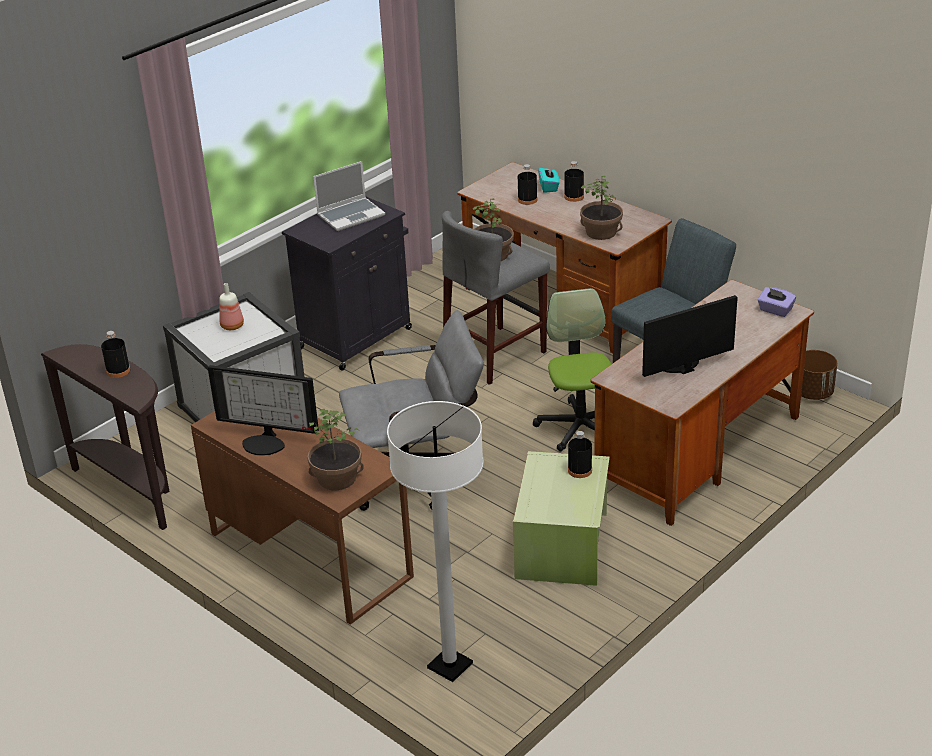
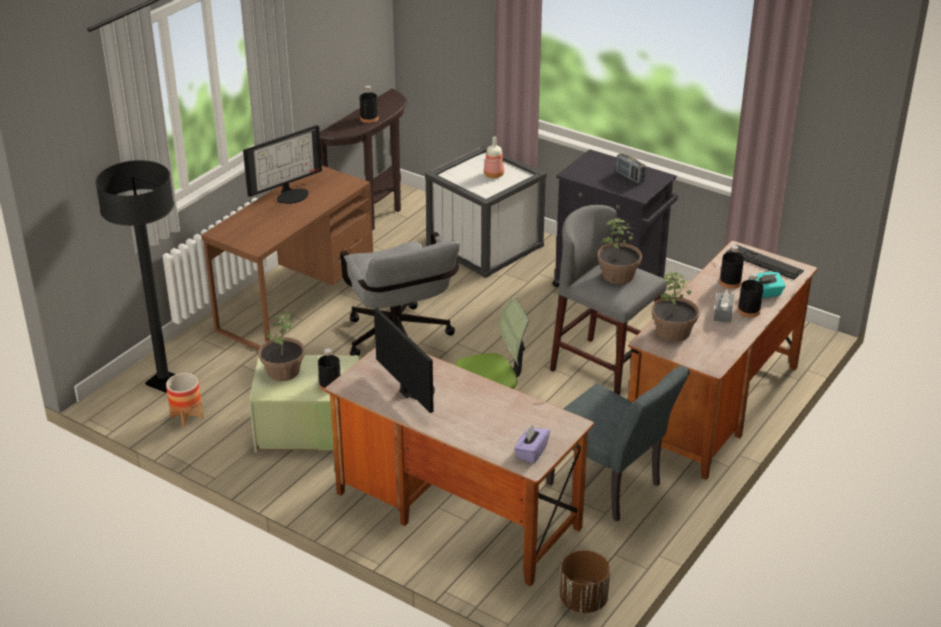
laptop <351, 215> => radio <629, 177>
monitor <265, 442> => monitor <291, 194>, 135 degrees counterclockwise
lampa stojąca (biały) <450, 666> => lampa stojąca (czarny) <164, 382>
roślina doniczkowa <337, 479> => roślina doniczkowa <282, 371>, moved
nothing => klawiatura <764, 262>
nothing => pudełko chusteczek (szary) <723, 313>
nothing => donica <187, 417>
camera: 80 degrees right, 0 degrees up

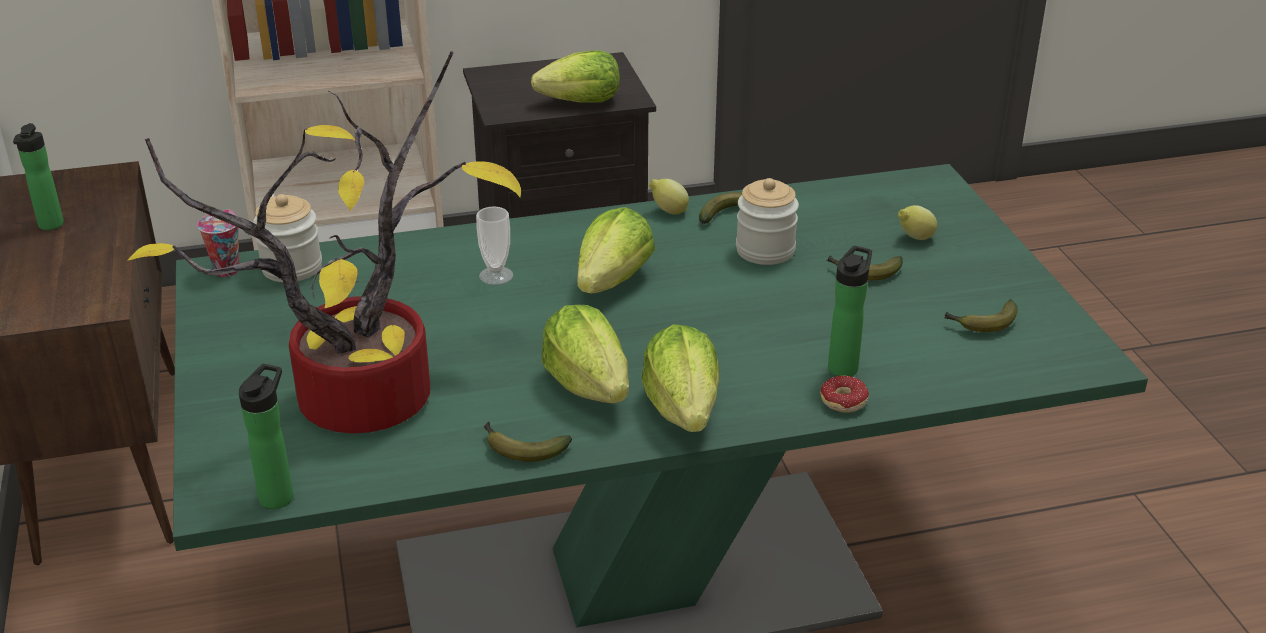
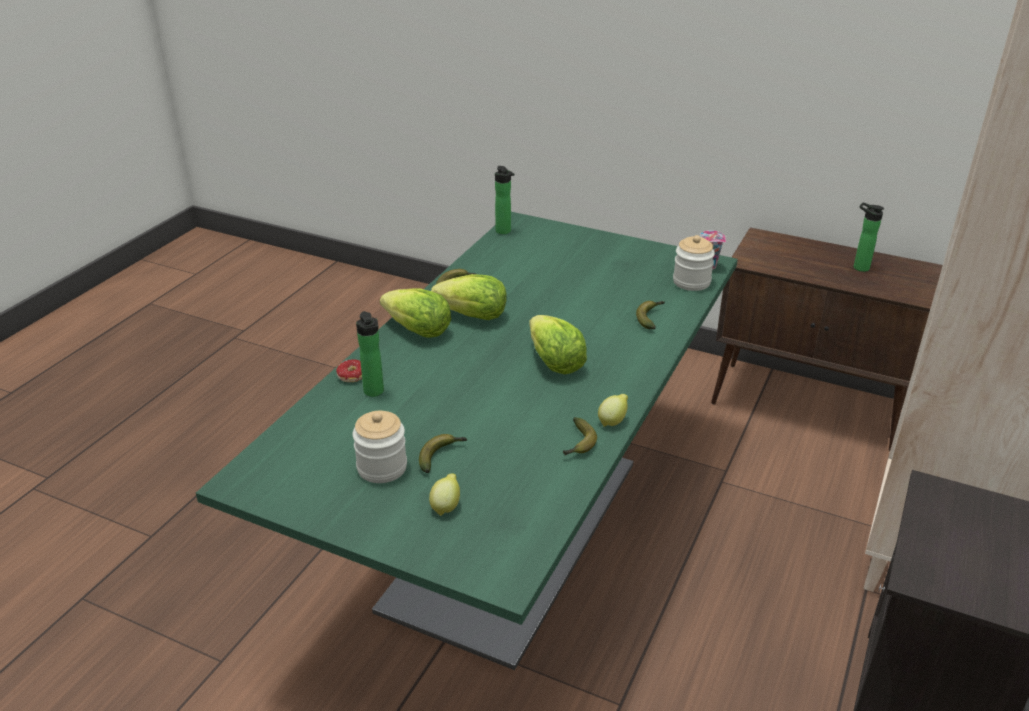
roślina doniczkowa <368, 391> => nothing
sałata <581, 102> => nothing
słoik <765, 250> => słoik <382, 467>, moved
filiżanka <496, 275> => nothing
banan <982, 324> => banan <650, 317>, moved
camera: 130 degrees right, 0 degrees up

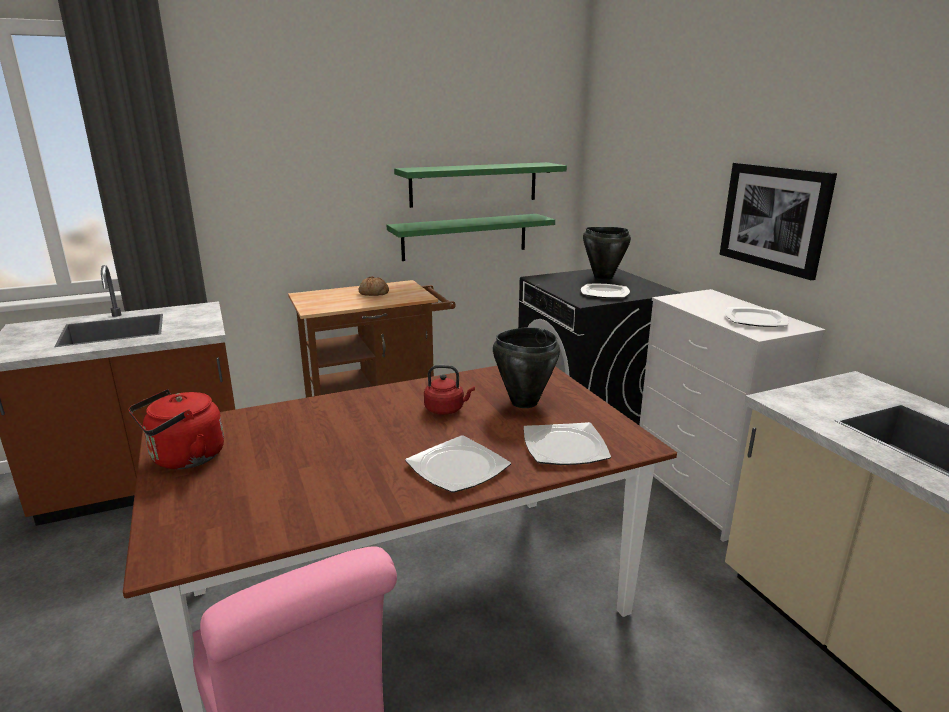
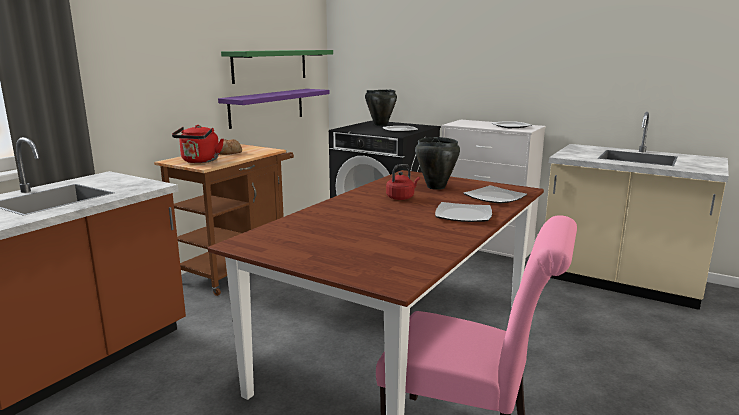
obraz <774, 218> => nothing
półka (zielony) <465, 237> => półka (fioletowy) <267, 107>
czajnik (czerwony) <184, 459> => czajnik (czerwony) <200, 161>, moved
camera: 35 degrees left, 5 degrees down

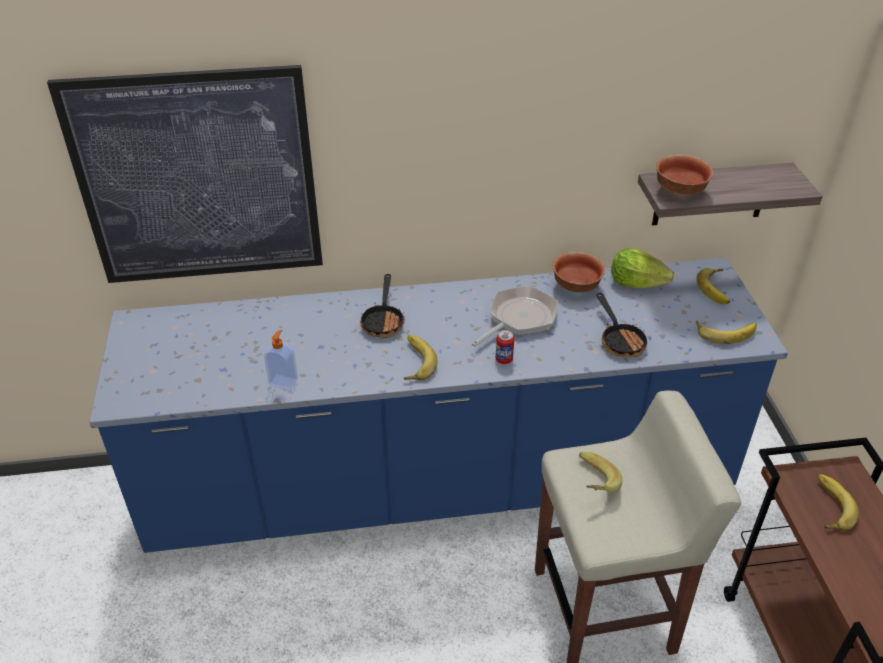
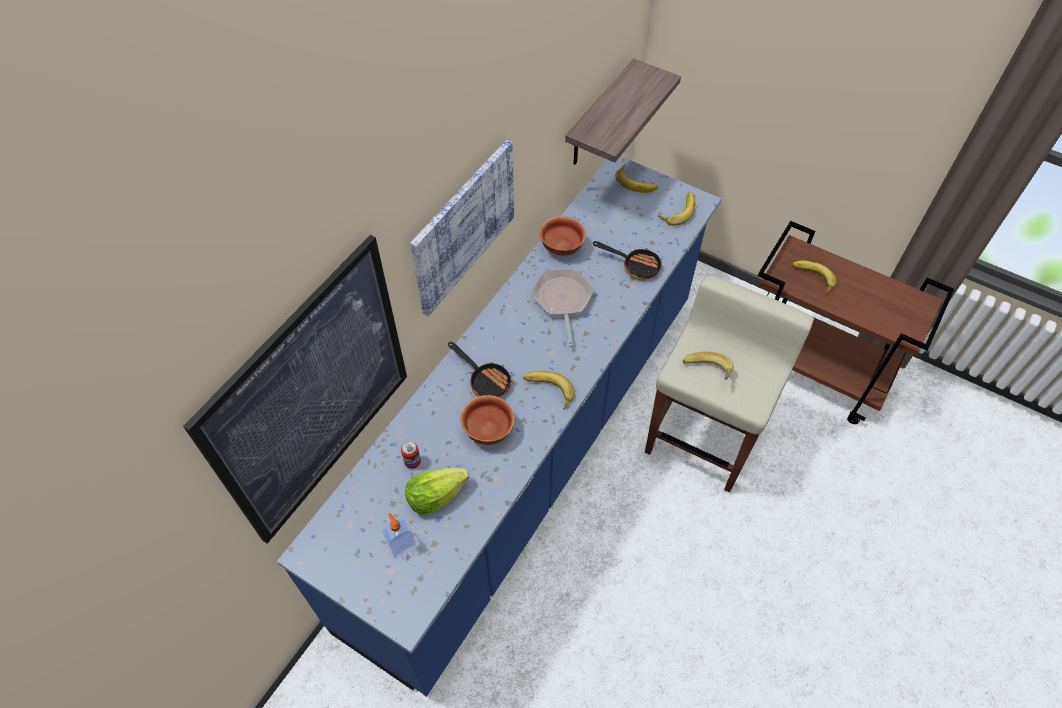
miska <680, 191> => miska <489, 429>, moved
sałata <636, 283> => sałata <435, 496>, moved
dozownik mydła <284, 381> => dozownik mydła <401, 544>, moved
puszka <504, 359> => puszka <412, 462>, moved
nothing => obraz <463, 227>
camera: 50 degrees left, 15 degrees up

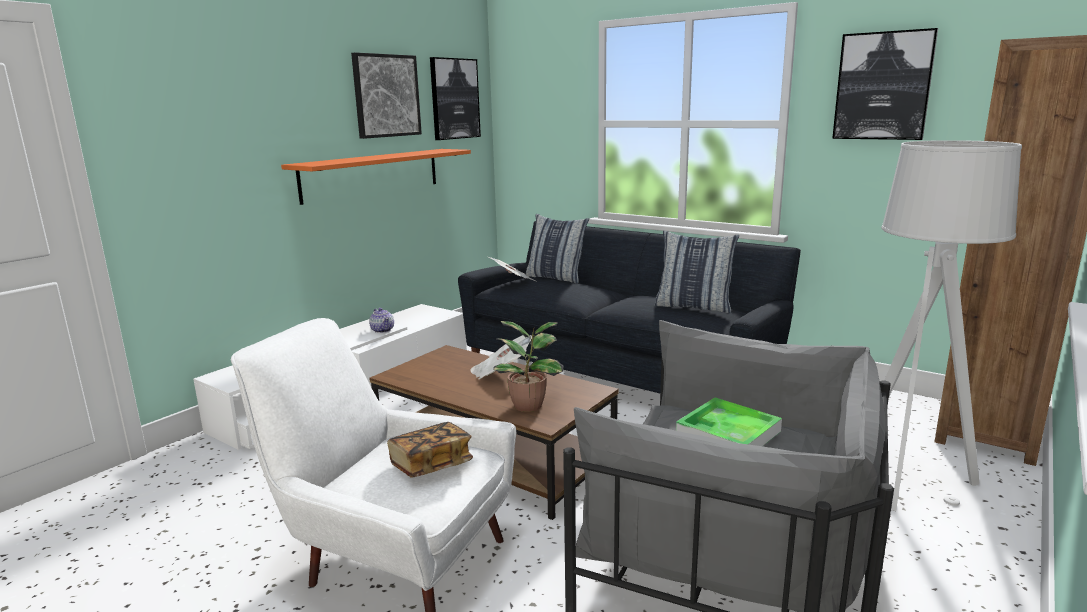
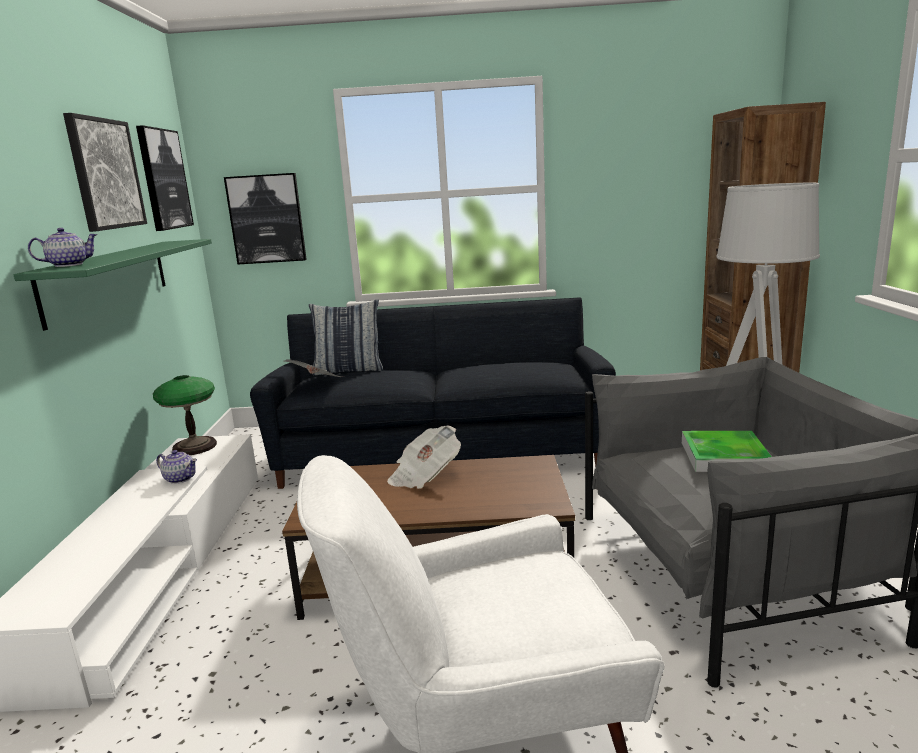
obraz <883, 86> => obraz <266, 219>, moved
półka (pomarańczowy) <372, 174> => półka (zielony) <108, 279>
poduszka <694, 306> => nothing
roślina doniczkowa <530, 405> => nothing
książka <431, 465> => nothing
nothing => imbryk <68, 265>
nothing => lampa stołowa <194, 447>
camera: 35 degrees left, 0 degrees up

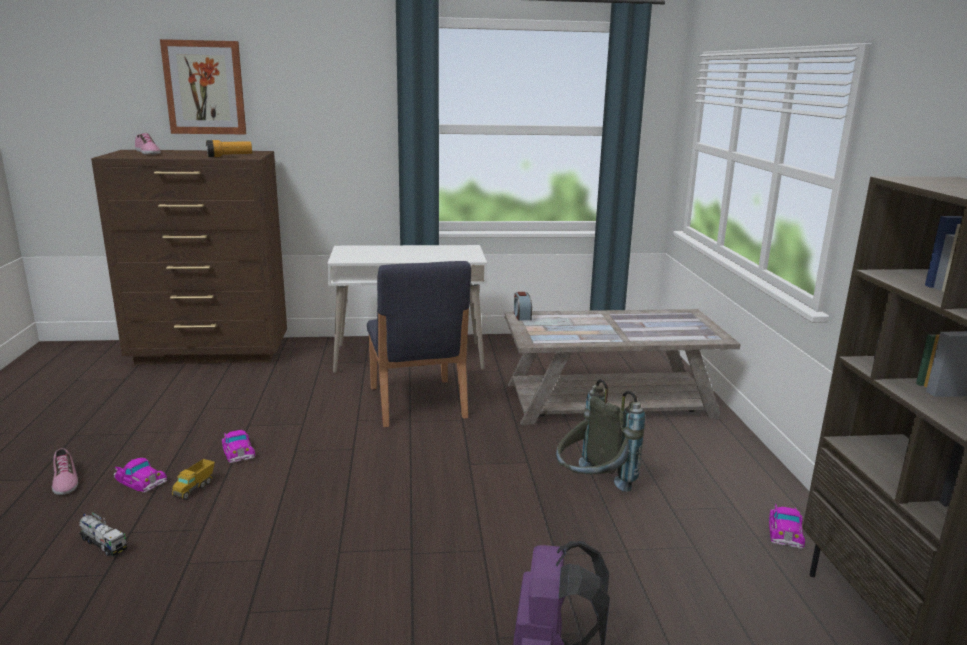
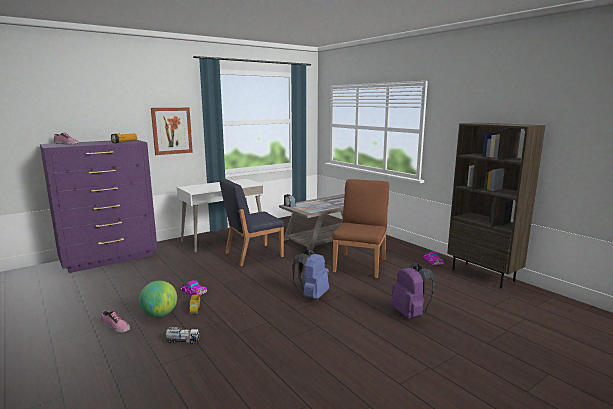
obraz <205, 87> => obraz <172, 130>, moved
komoda (brązowy) <211, 352> => komoda (fioletowy) <110, 258>
krzesło (niebieski) <416, 403> => krzesło (niebieski) <253, 255>, 105 degrees clockwise
plecak (szary) <592, 488> => krzesło (brązowy) <360, 265>
samochodzik <140, 480> => globus <160, 314>
nothing => plecak (niebieski) <312, 296>
camera: 30 degrees left, 5 degrees down

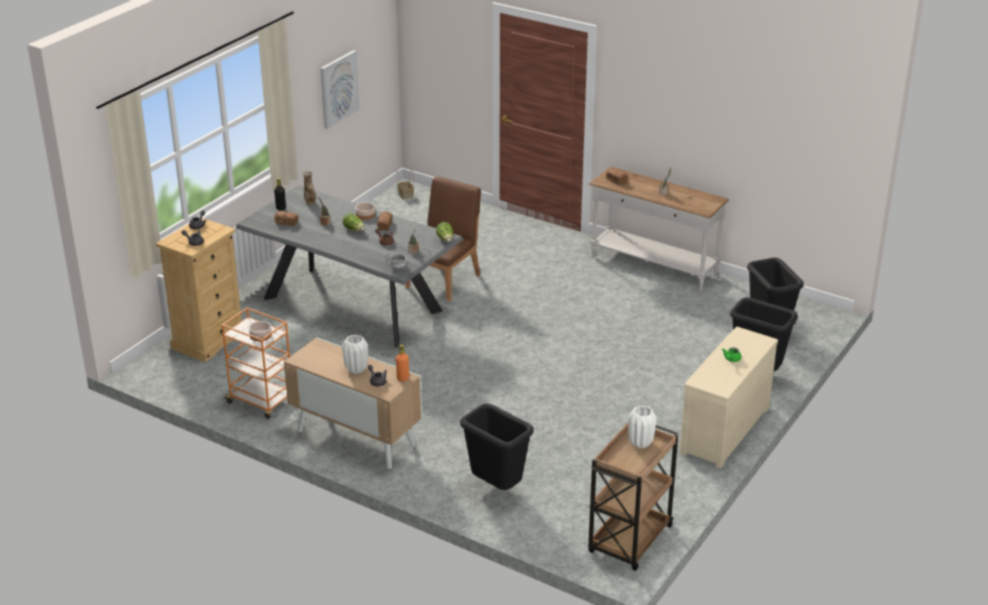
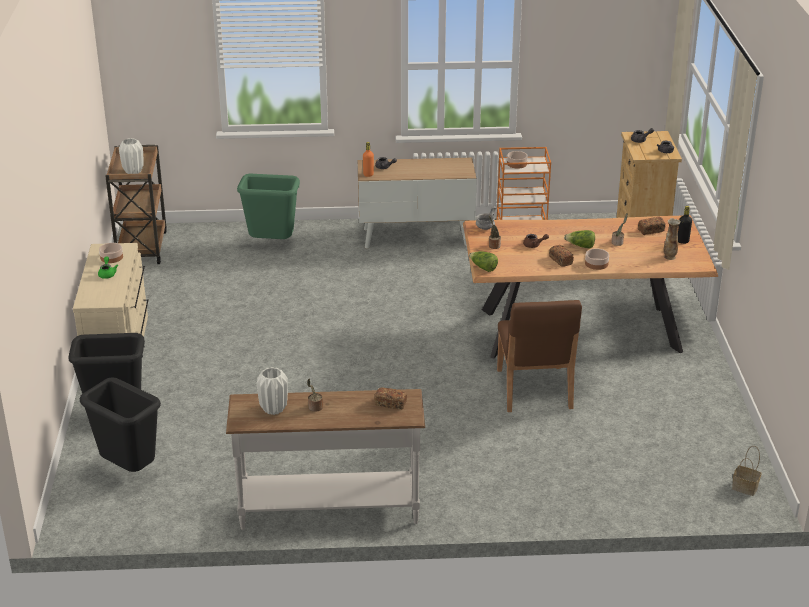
obraz <338, 89> => nothing
stół jadalny (szary) <353, 304> => stół jadalny (brązowy) <580, 330>
wazon (biały) <356, 369> => wazon (biały) <274, 409>, moved
kosz na śmieci (czarny) <497, 487> => kosz na śmieci (zielony) <271, 244>
nothing => miska <111, 257>
camera: 145 degrees right, 0 degrees up

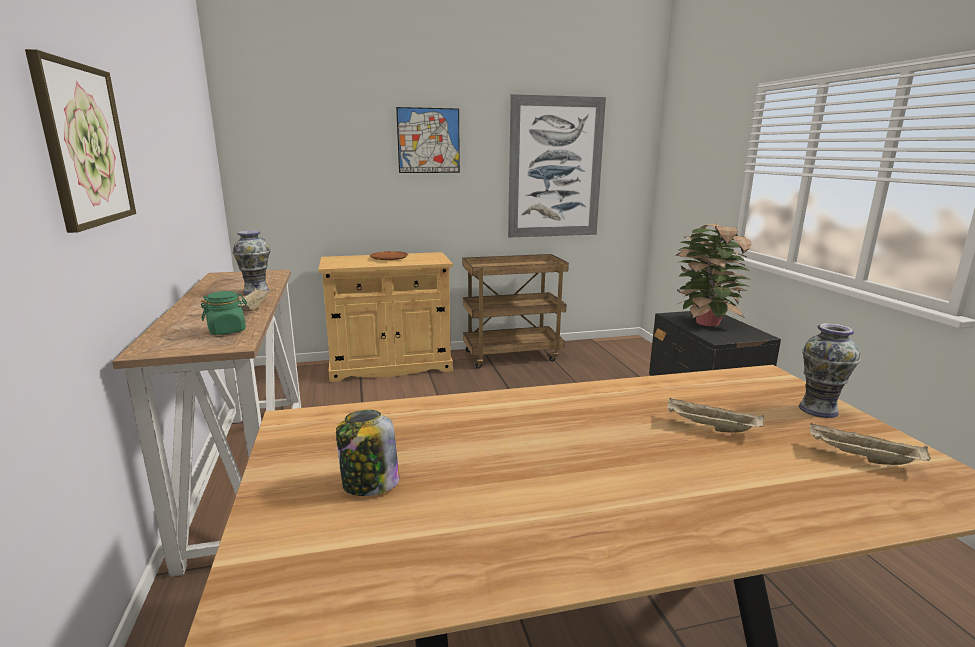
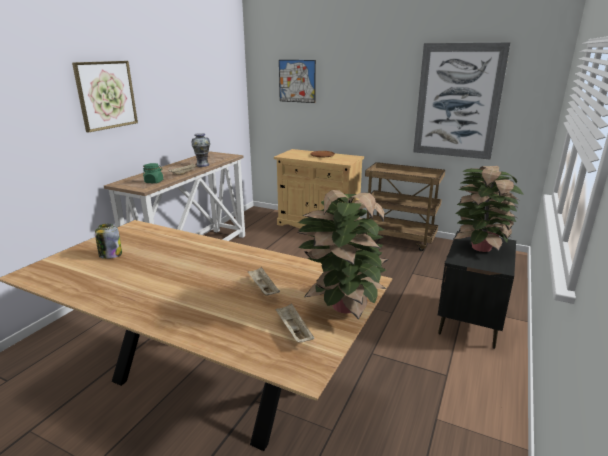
obraz <428, 140> => obraz <297, 81>, moved
wazon <817, 409> => roślina doniczkowa <342, 306>
camera: 40 degrees right, 5 degrees up

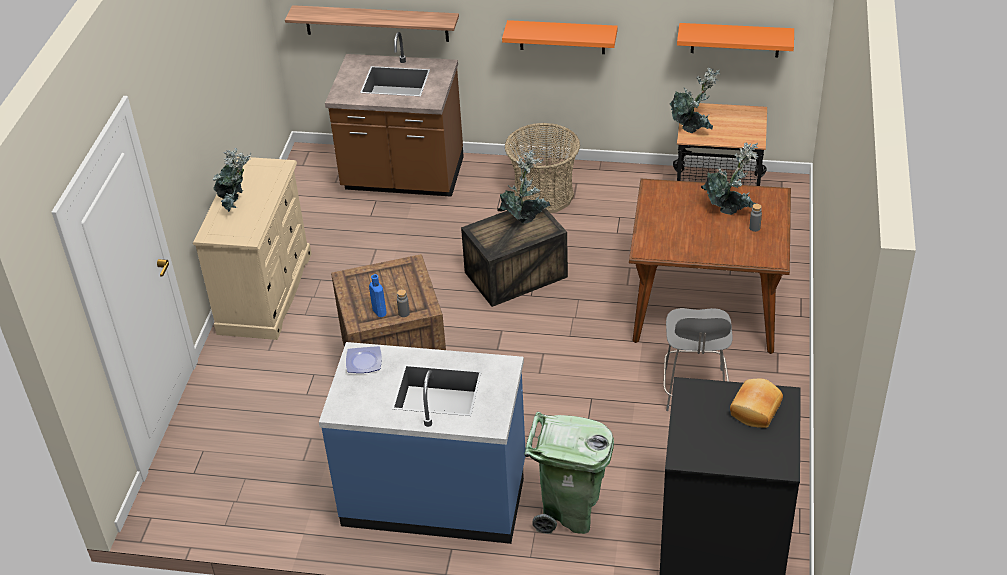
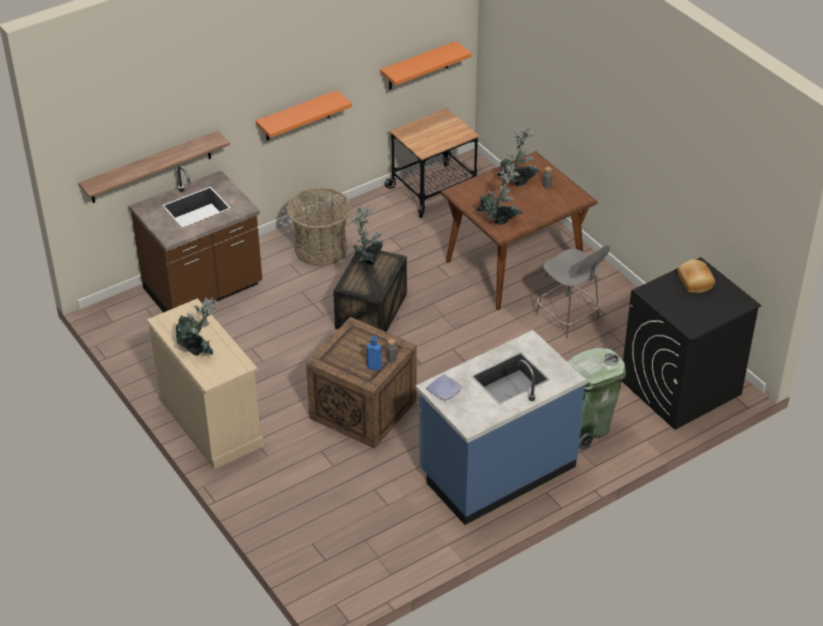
roślina doniczkowa <693, 128> => roślina doniczkowa <500, 220>, moved
camera: 45 degrees left, 0 degrees up

